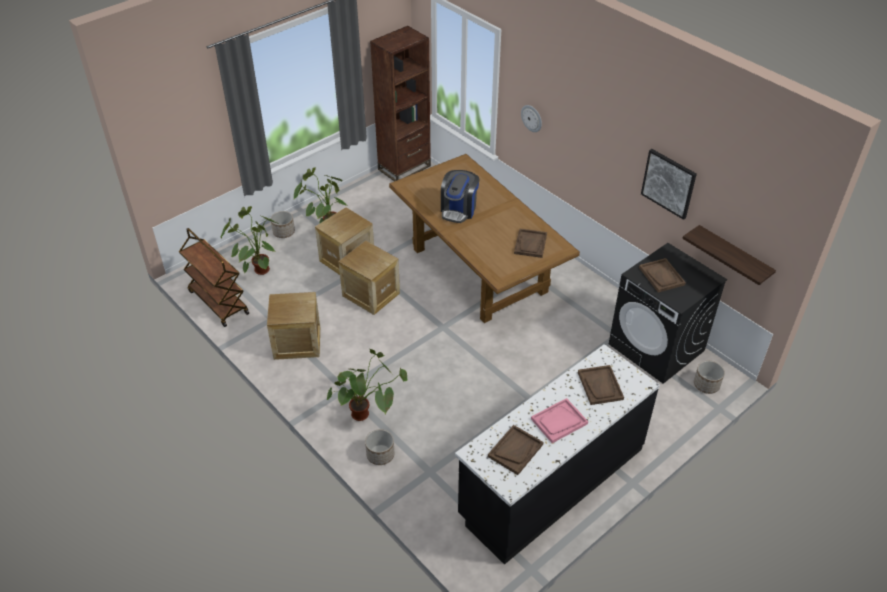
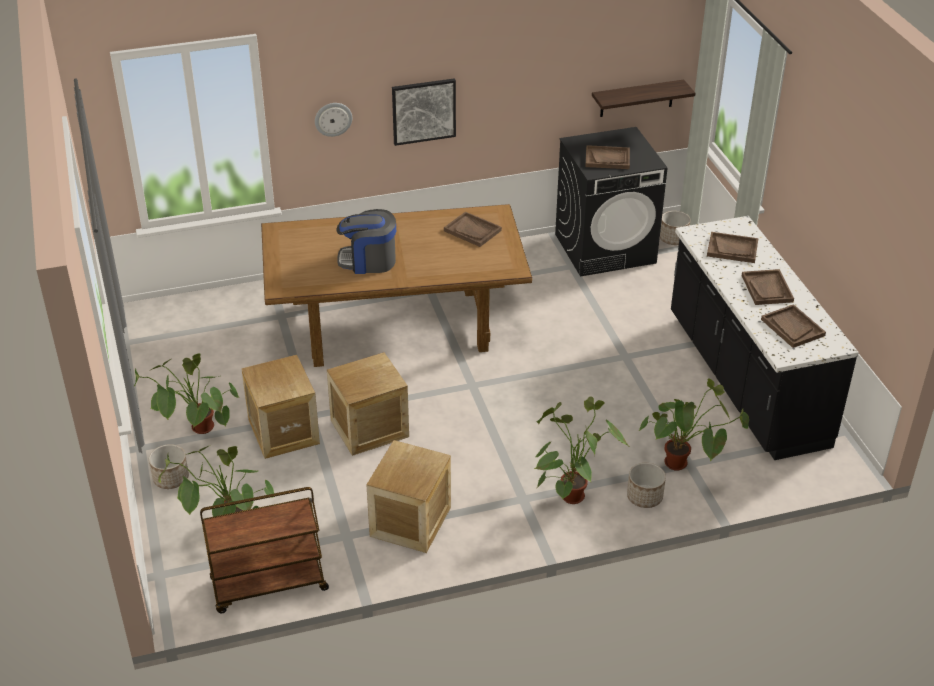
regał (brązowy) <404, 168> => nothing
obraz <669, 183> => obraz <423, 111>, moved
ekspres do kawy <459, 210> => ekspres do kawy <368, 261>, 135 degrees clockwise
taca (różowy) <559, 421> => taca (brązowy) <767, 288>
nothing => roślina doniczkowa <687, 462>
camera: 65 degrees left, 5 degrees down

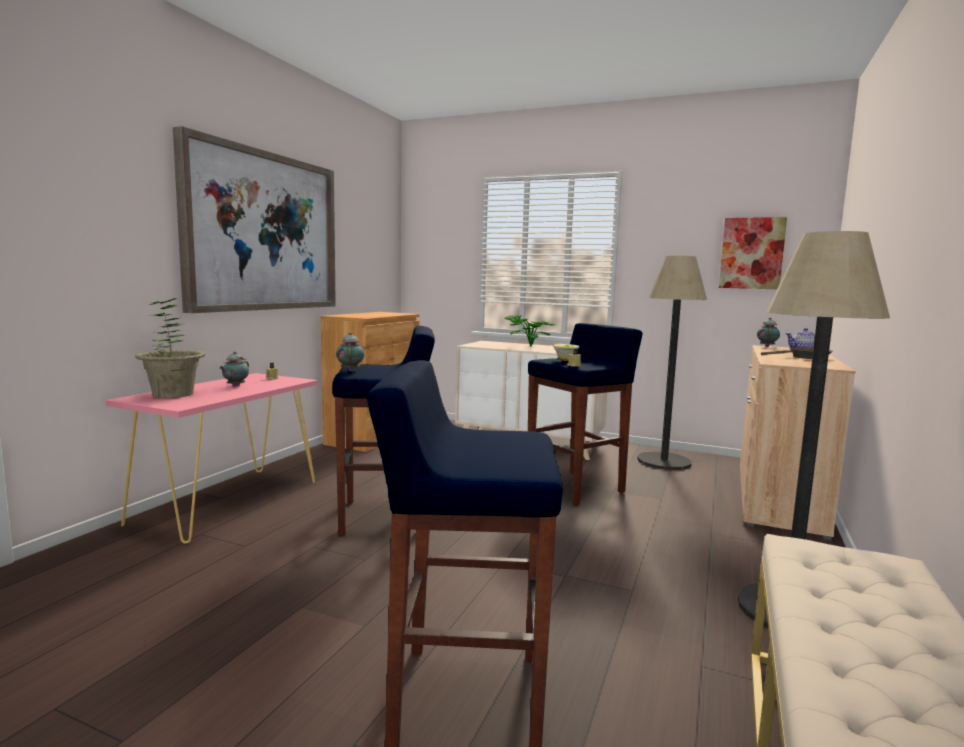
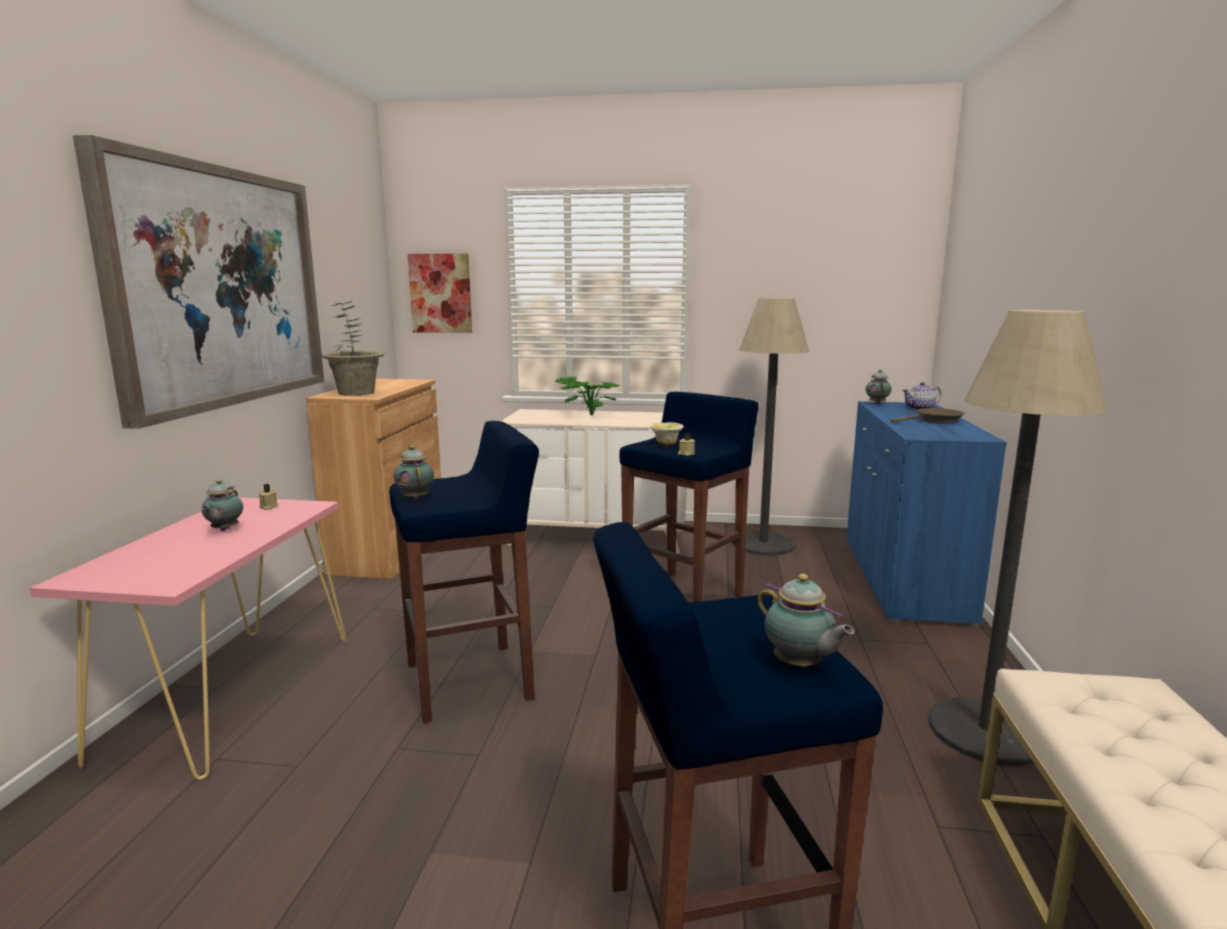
obraz <751, 253> => obraz <441, 293>, moved
roślina doniczkowa <173, 394> => roślina doniczkowa <356, 393>, moved
szafka (beżowy) <778, 498> => szafka (niebieski) <903, 579>
nothing => imbryk <799, 665>
camera: 15 degrees left, 5 degrees up

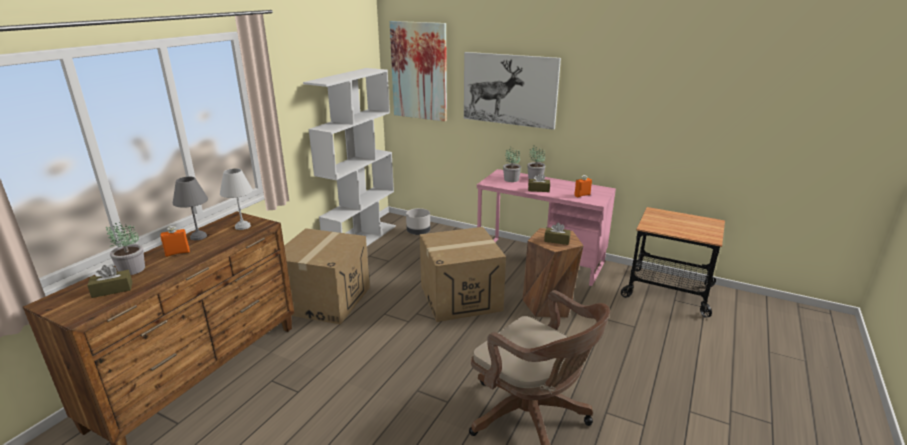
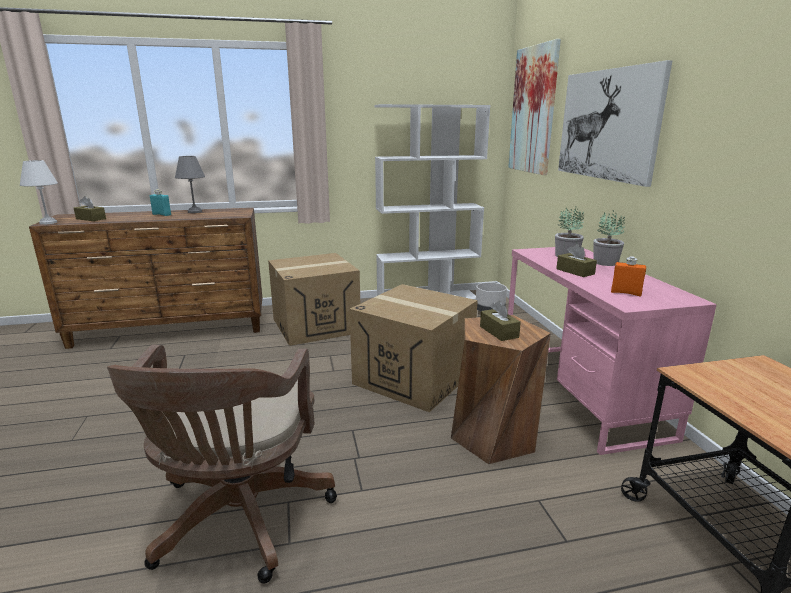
lampa stołowa (biały) <242, 226> => lampa stołowa (biały) <48, 222>, moved
roślina doniczkowa <131, 270> => nothing
butelka (pomarańczowy) <177, 253> => butelka (turkusowy) <162, 215>
camera: 50 degrees right, 5 degrees down

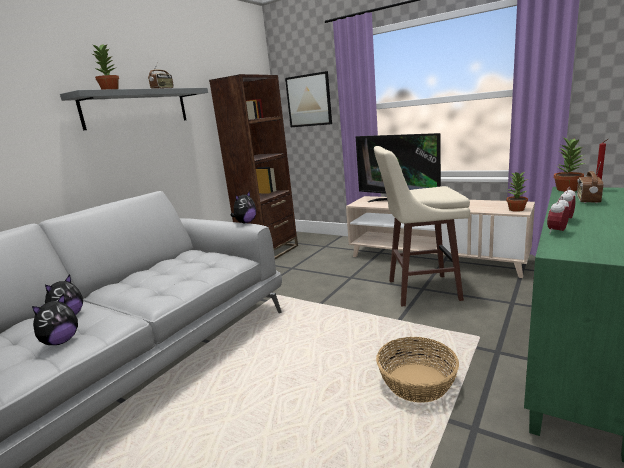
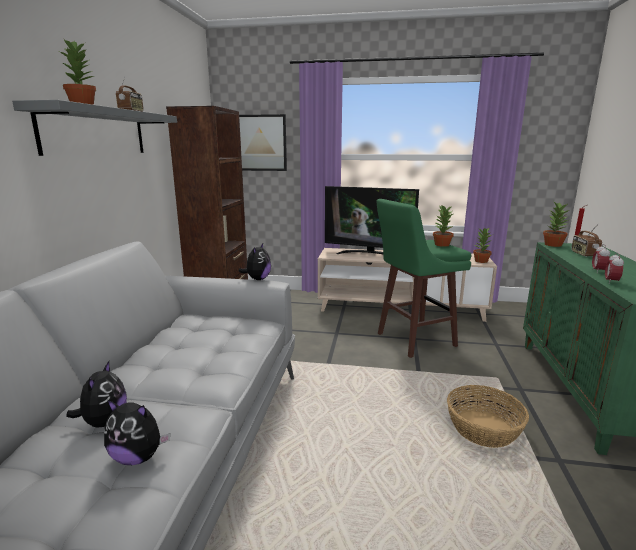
stołek (beżowy) <420, 290> => stołek (zielony) <413, 340>
pluszak <61, 341> => pluszak <138, 457>, 90 degrees clockwise
nothing => roślina doniczkowa <441, 244>
camera: 25 degrees left, 0 degrees up

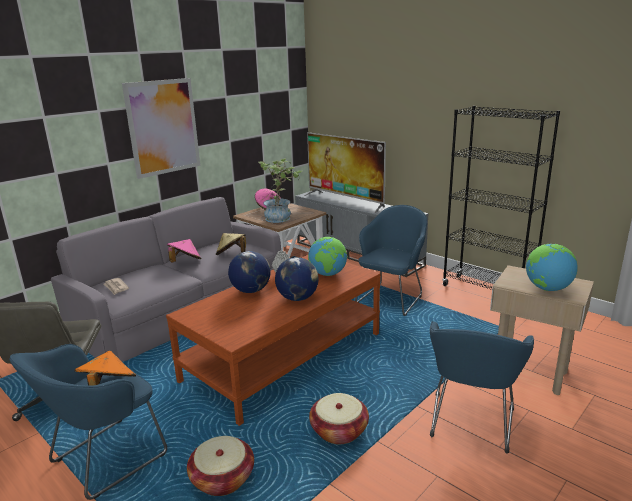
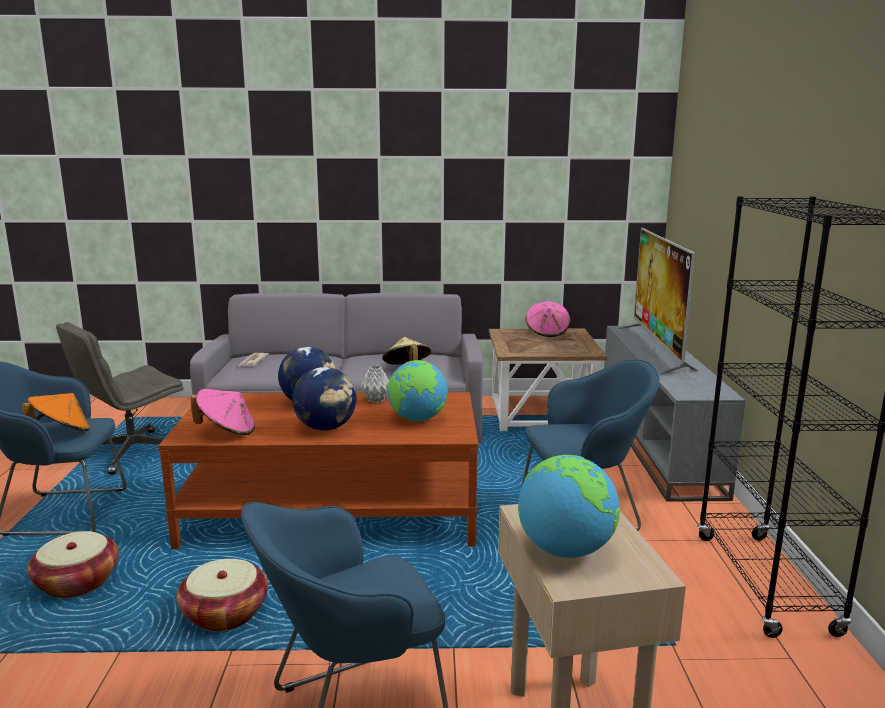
obraz <163, 127> => nothing
roślina doniczkowa <281, 217> => nothing
kapelusz (różowy) <185, 262> => kapelusz (różowy) <227, 431>, moved
camera: 45 degrees right, 5 degrees down

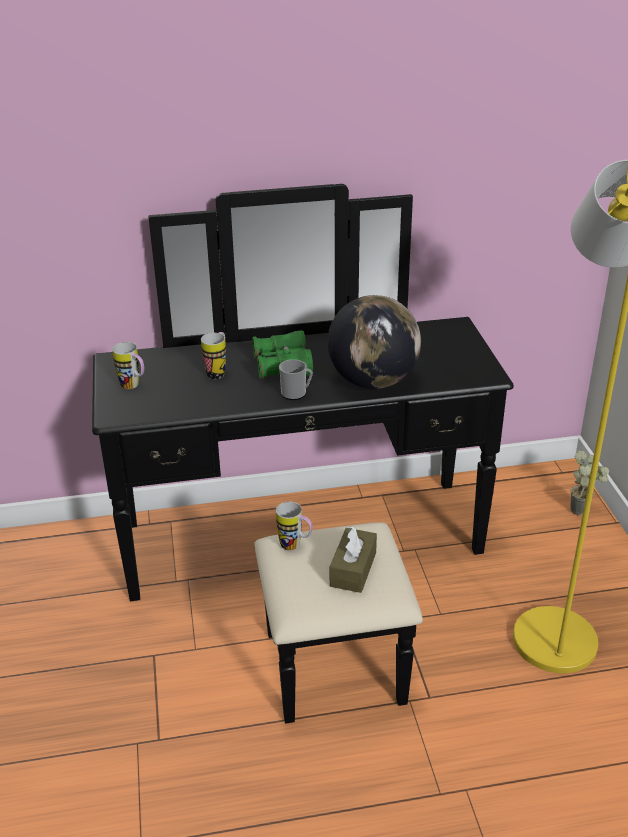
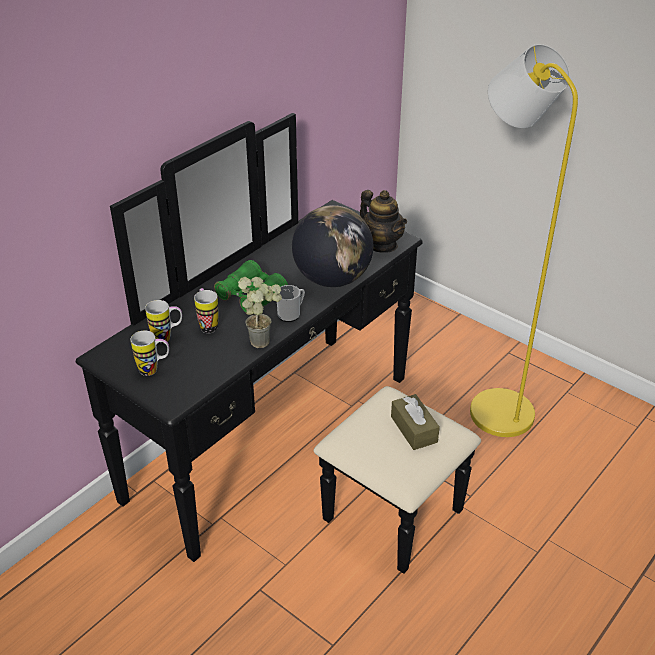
roślina doniczkowa <583, 510> => roślina doniczkowa <264, 339>, moved
kubek <295, 546> => kubek <167, 338>, moved
nothing => imbryk <382, 245>
camera: 40 degrees left, 5 degrees up

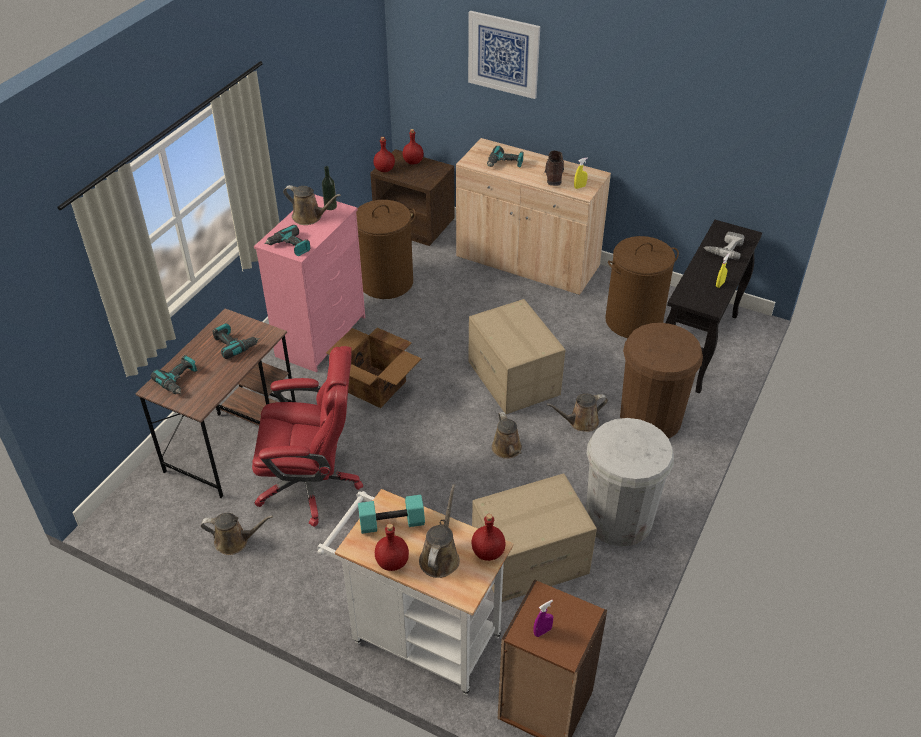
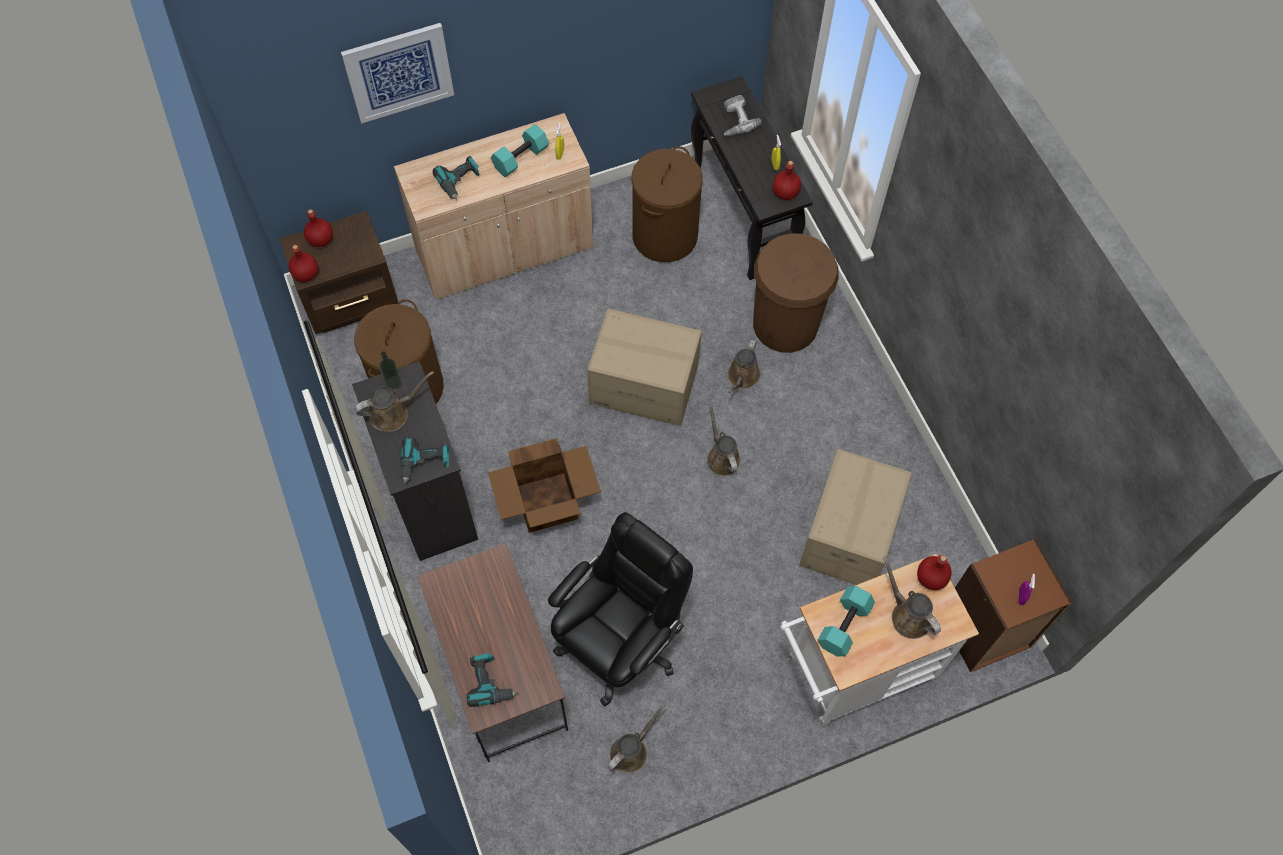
but z cholewką (brązowy) <553, 175> => hantel (turkusowy) <521, 159>
komoda (różowy) <322, 336> => komoda (czarny) <431, 499>
wiertarka <234, 344> => nothing
krzesło biurowe (czerwony) <311, 484> => krzesło biurowe (czarny) <619, 641>
konewka (brązowy) <507, 450> => konewka (brązowy) <722, 457>, 135 degrees counterclockwise
kosz na śmieci (biały) <619, 519> => nothing
butelka (czerwony) <393, 562> => butelka (czerwony) <785, 193>, moved
camera: 50 degrees left, 20 degrees up

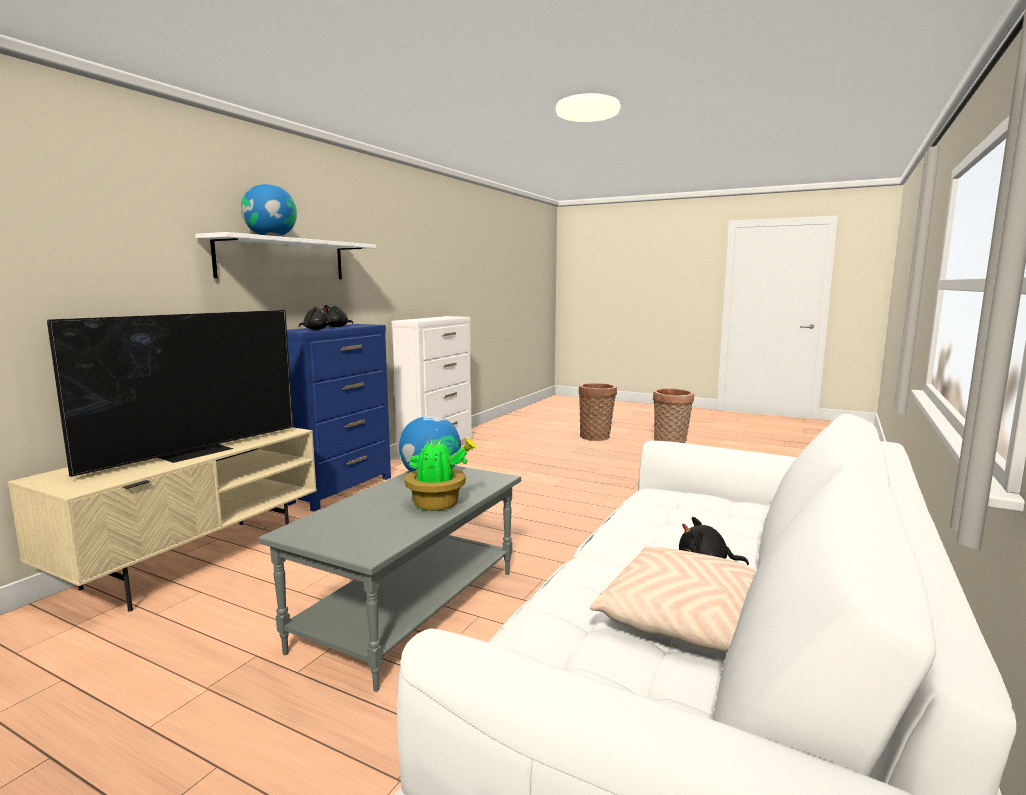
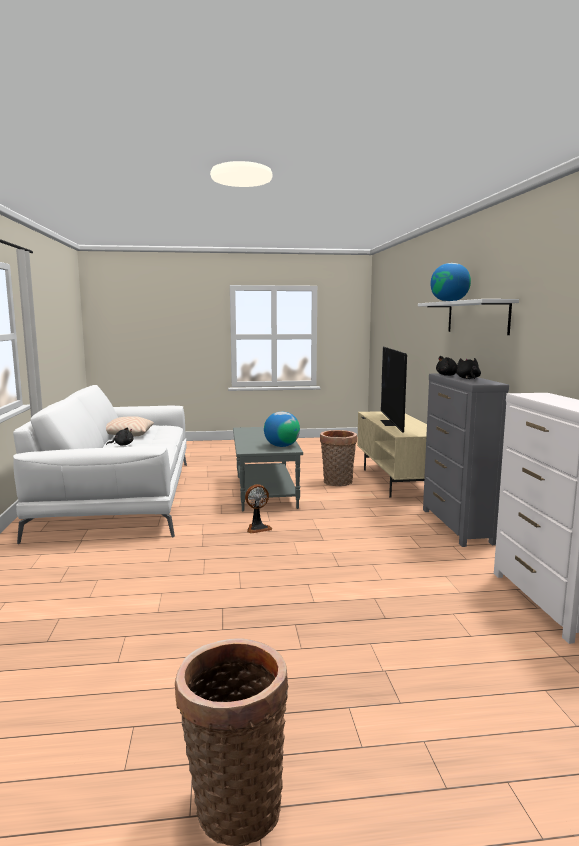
komoda (niebieski) <342, 490> => komoda (szary) <456, 526>
koszyk <596, 436> => koszyk <337, 483>, moved
roślina doniczkowa <438, 504> => nothing
nothing => wentylator <257, 528>
camera: 145 degrees right, 0 degrees up

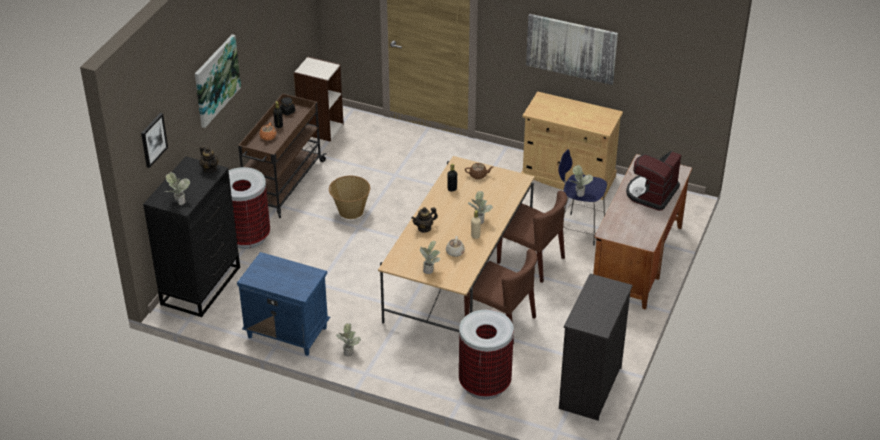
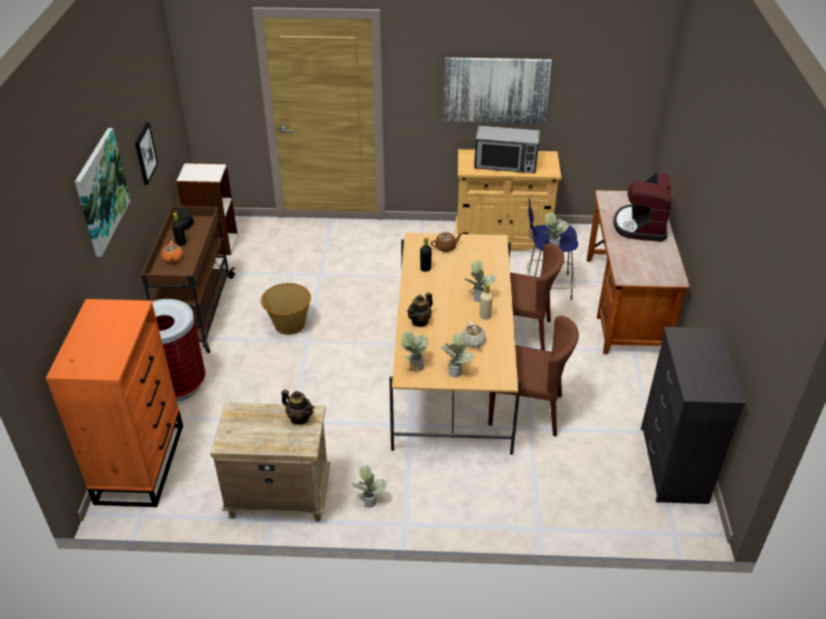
obraz <153, 140> => obraz <145, 153>, moved
imbryk <210, 169> => imbryk <299, 417>, moved
komoda (czarny) <201, 285> => komoda (pomarańczowy) <141, 462>
roślina doniczkowa <178, 201> => roślina doniczkowa <414, 365>, moved
szafka nocna (niebieski) <286, 332> => szafka nocna (beżowy) <278, 497>
kosz na śmieci <484, 384> => nothing
nothing => mikrofalówka <505, 164>
camera: 20 degrees left, 0 degrees up

